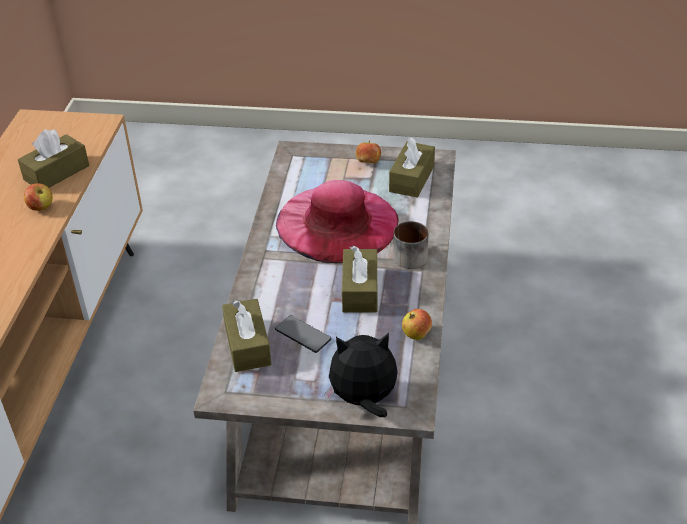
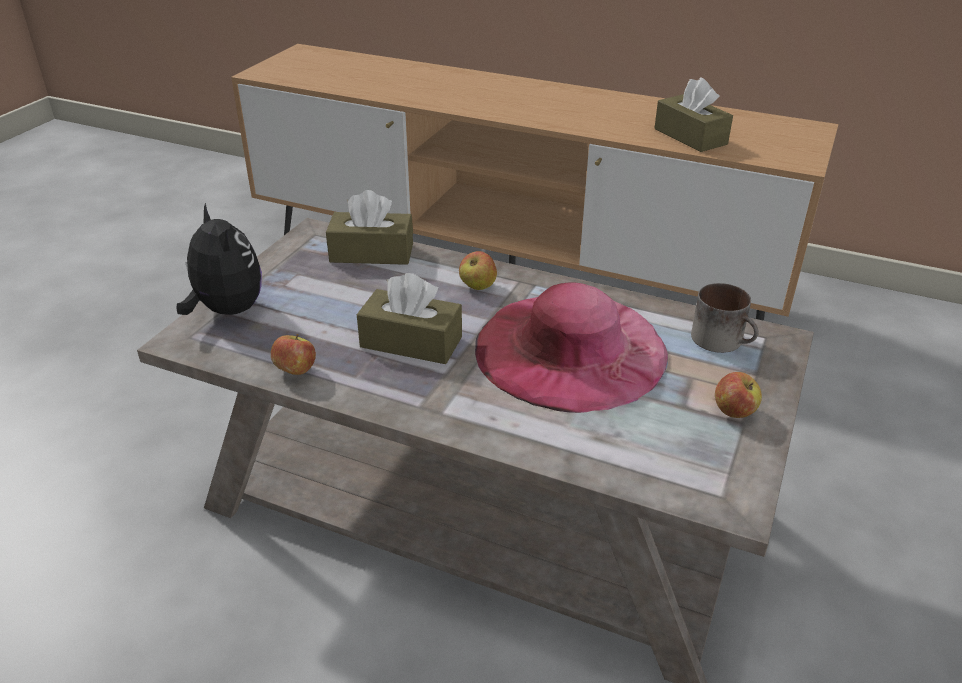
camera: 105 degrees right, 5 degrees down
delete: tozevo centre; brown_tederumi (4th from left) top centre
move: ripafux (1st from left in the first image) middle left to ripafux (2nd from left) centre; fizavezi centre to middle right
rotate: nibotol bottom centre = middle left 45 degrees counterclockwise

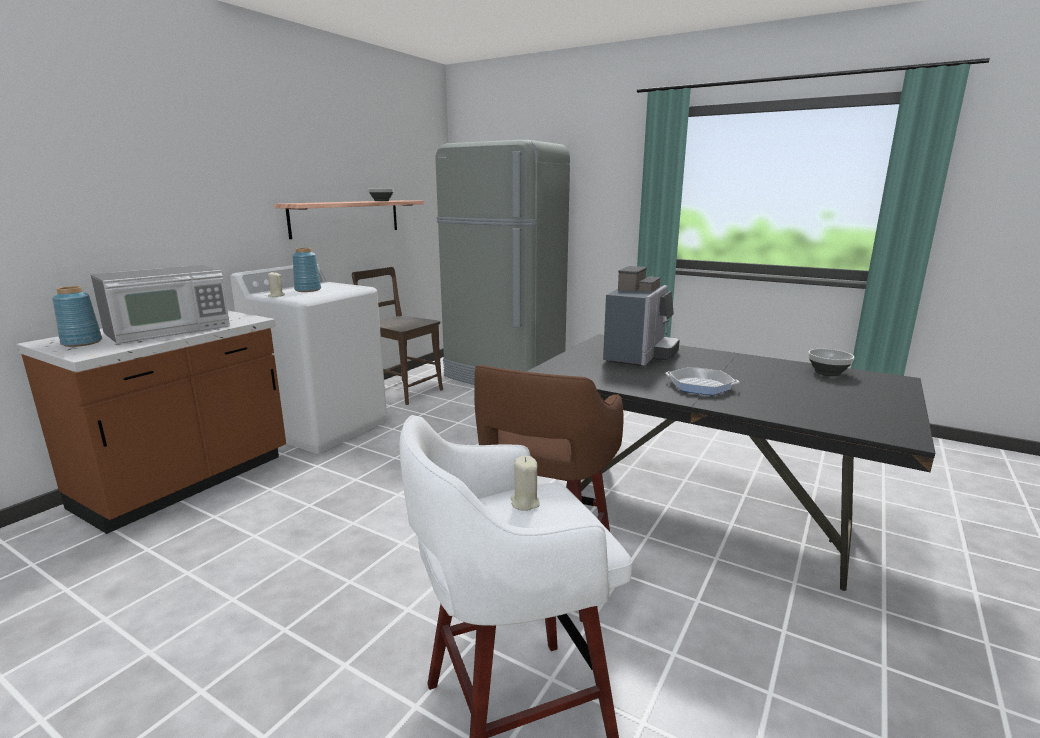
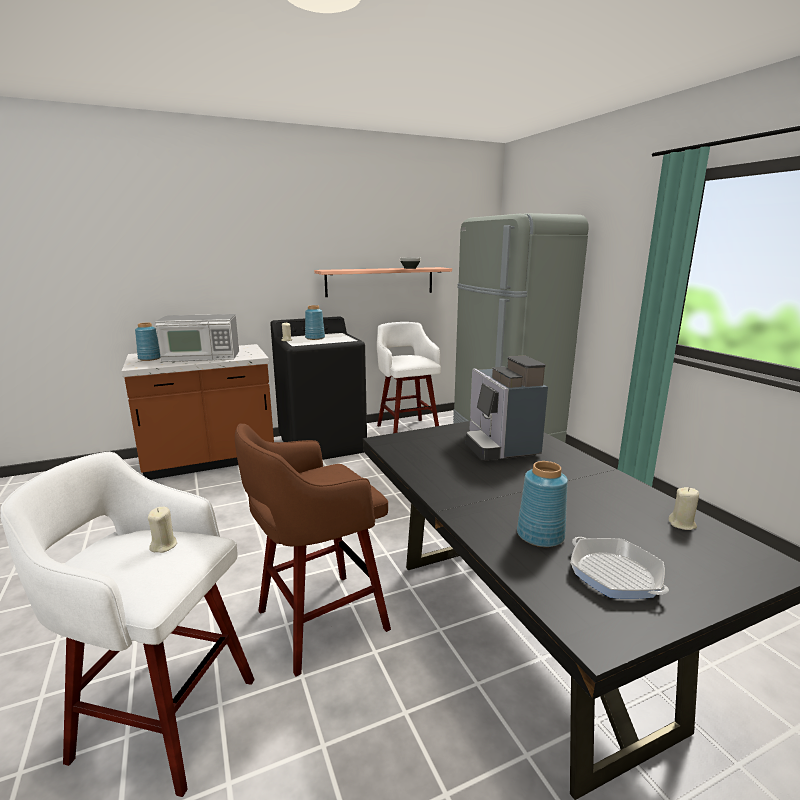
camera: 35 degrees right, 0 degrees up
insert: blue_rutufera (3rd from left) middle right
move: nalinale middle right to bottom right
replace: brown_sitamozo centre to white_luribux (2nd from left) centre; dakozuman (2nd from left) middle right to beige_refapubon (3rd from left) middle right
recolor: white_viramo middle left to black_viramo centre
rotate: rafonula centre = centre 105 degrees clockwise

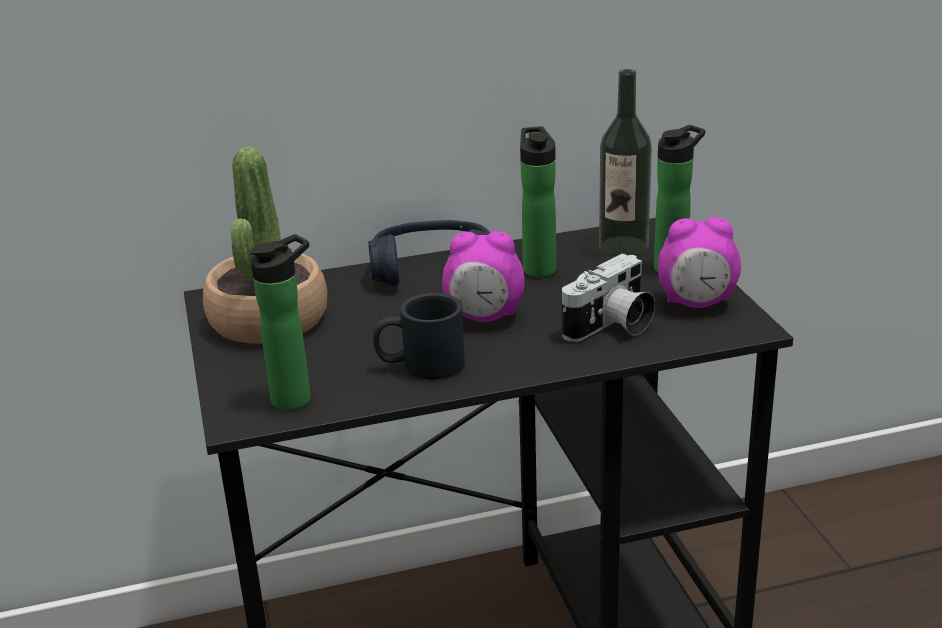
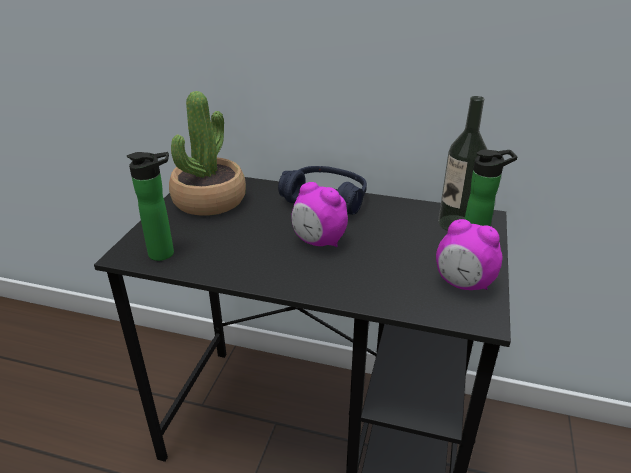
camera: 30 degrees right, 5 degrees up
delete: black_fizavezi centre; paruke (2nd from left) top centre; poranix centre

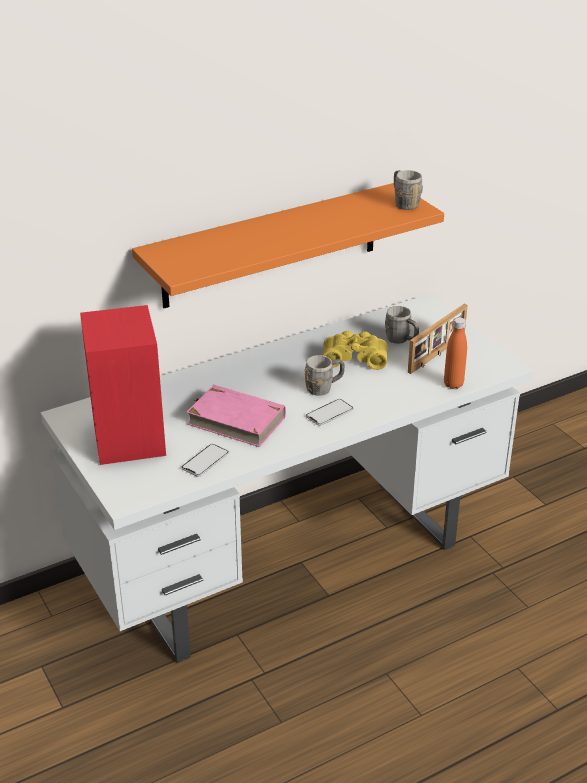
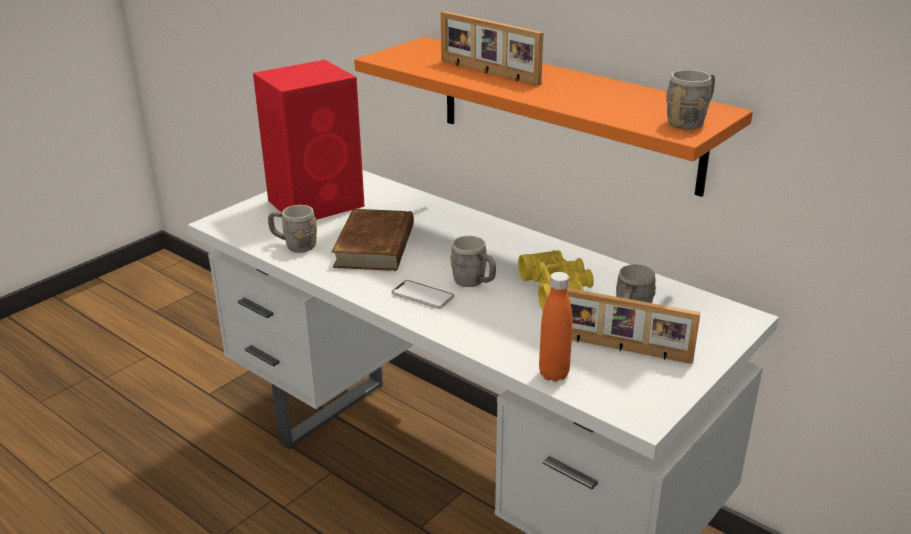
camera: 70 degrees right, 5 degrees down
insert: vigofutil (1st from left) top centre
replace: tozevo (1st from left) centre to grey_fizavezi (1st from left) middle left
recolor: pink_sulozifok centre to brown_sulozifok centre

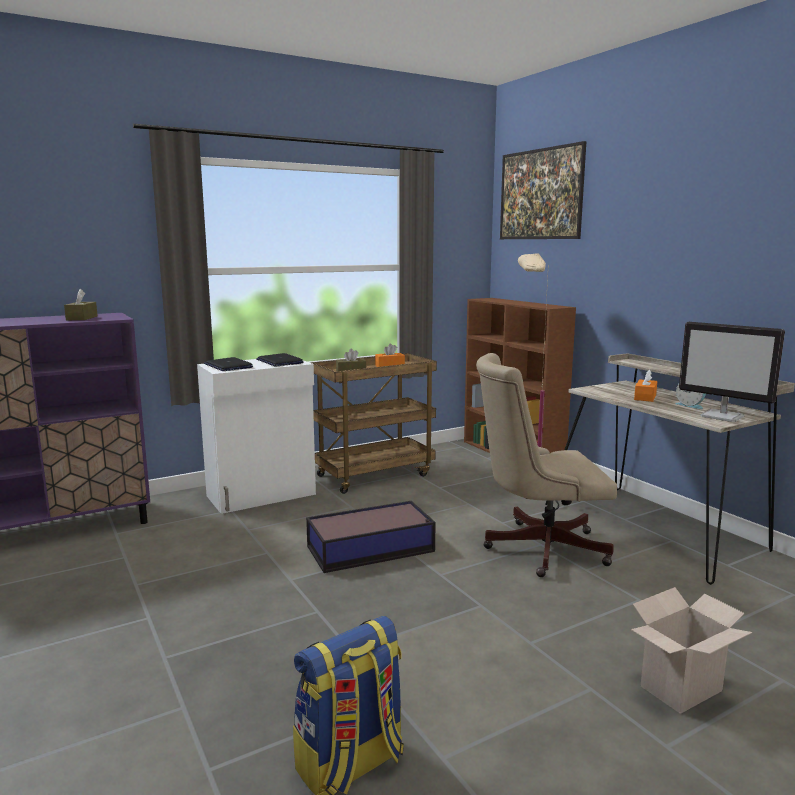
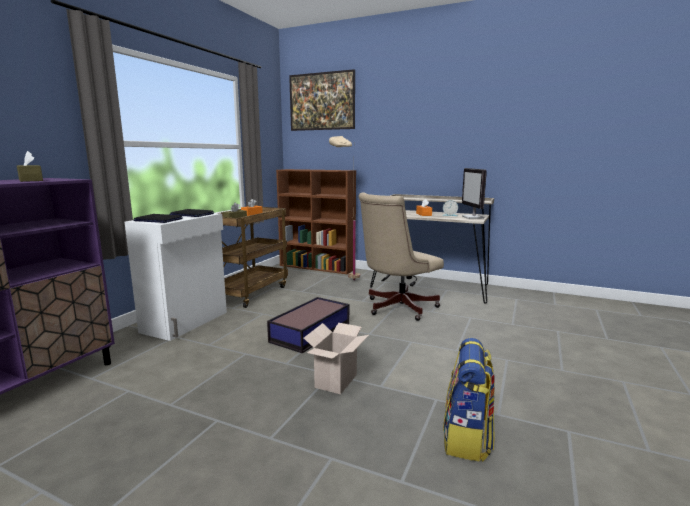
camera: 35 degrees left, 0 degrees up
move: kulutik bottom right to bottom centre
rotate: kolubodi middle right = middle right 75 degrees clockwise

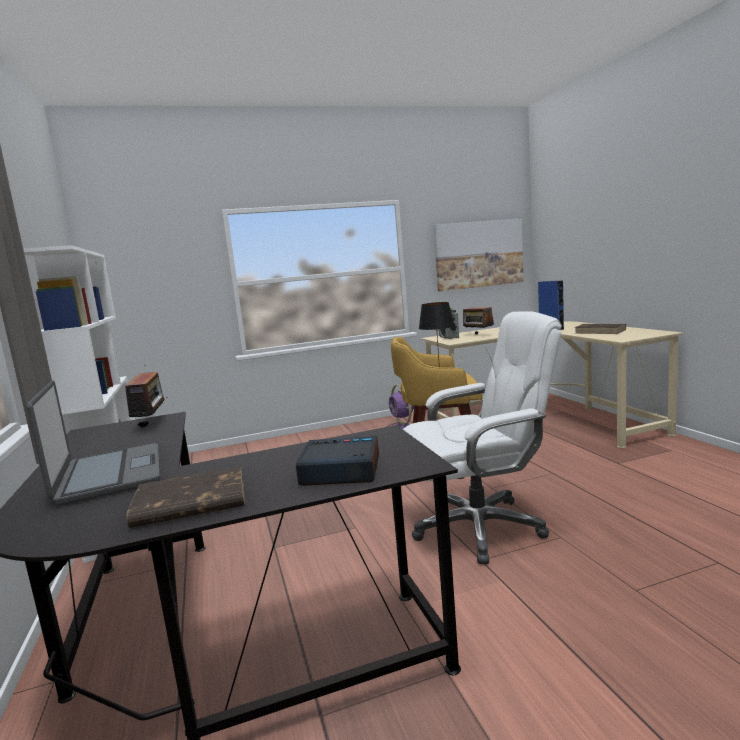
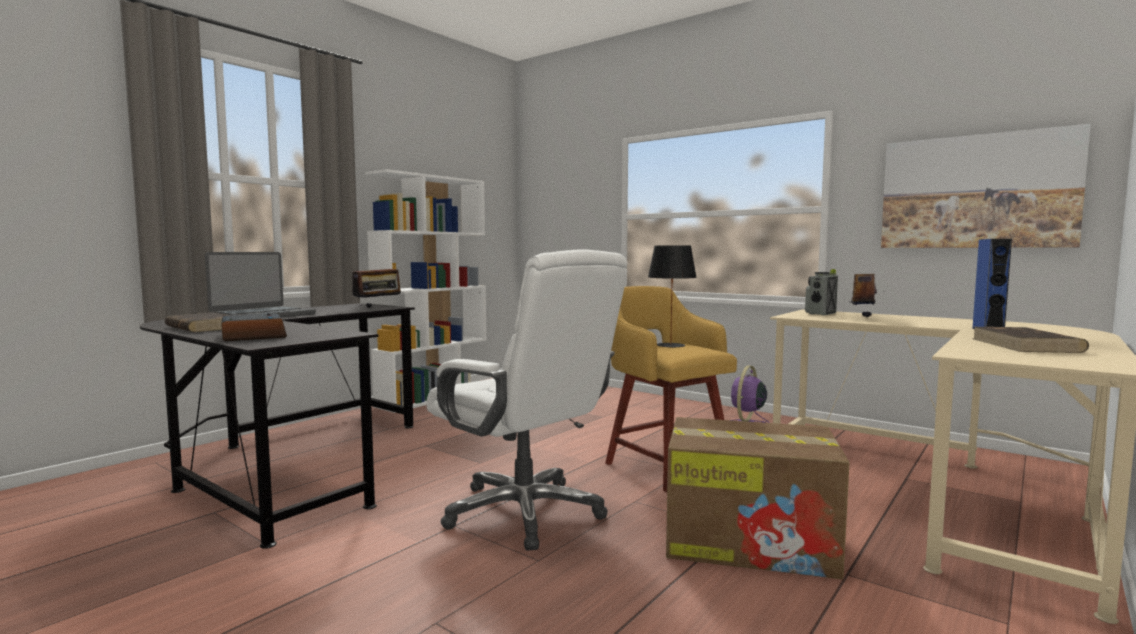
camera: 55 degrees right, 5 degrees down
insert: kulutik bottom centre

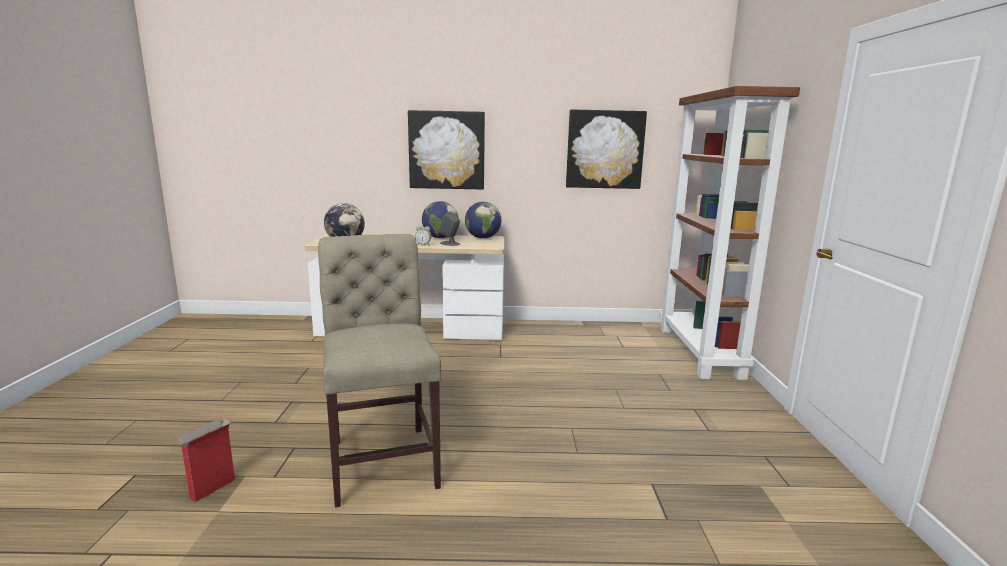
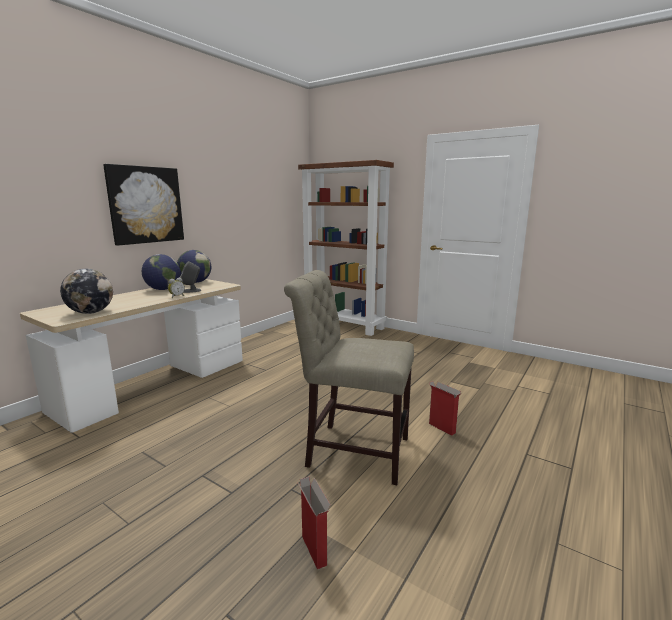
camera: 55 degrees left, 0 degrees up
delete: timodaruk (2nd from left) top centre
insert: kulutik (2nd from left) centre

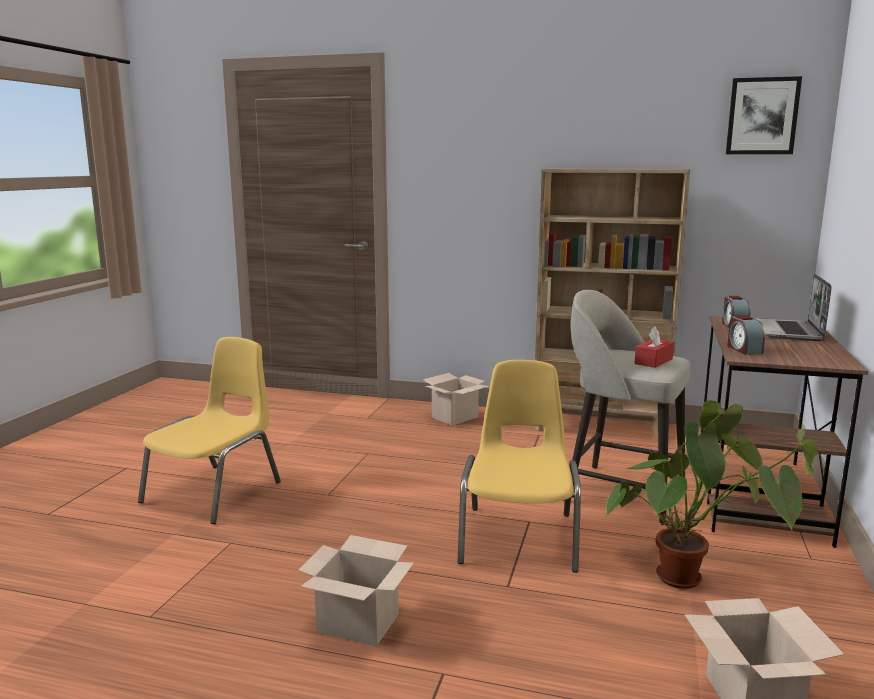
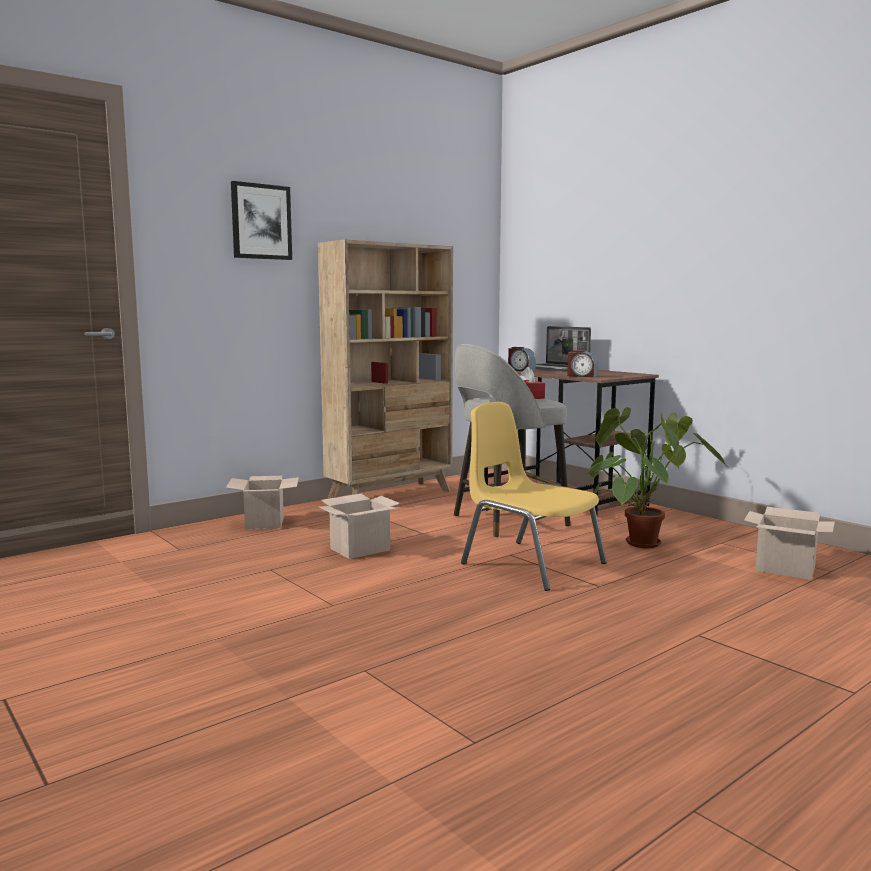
camera: 55 degrees left, 5 degrees down
delete: yellow_sitamozo (1st from left) middle left
move: timodaruk top right to top left; kulutik (1st from left in the first image) bottom centre to kulutik (2nd from left) centre

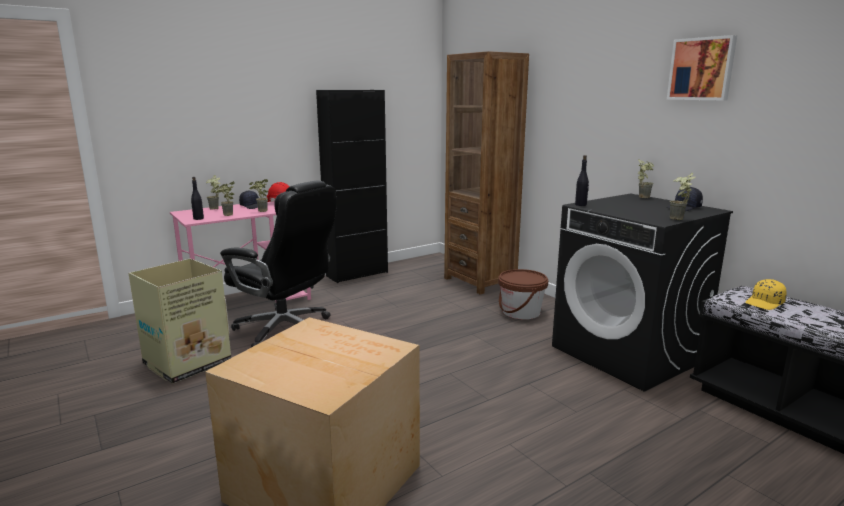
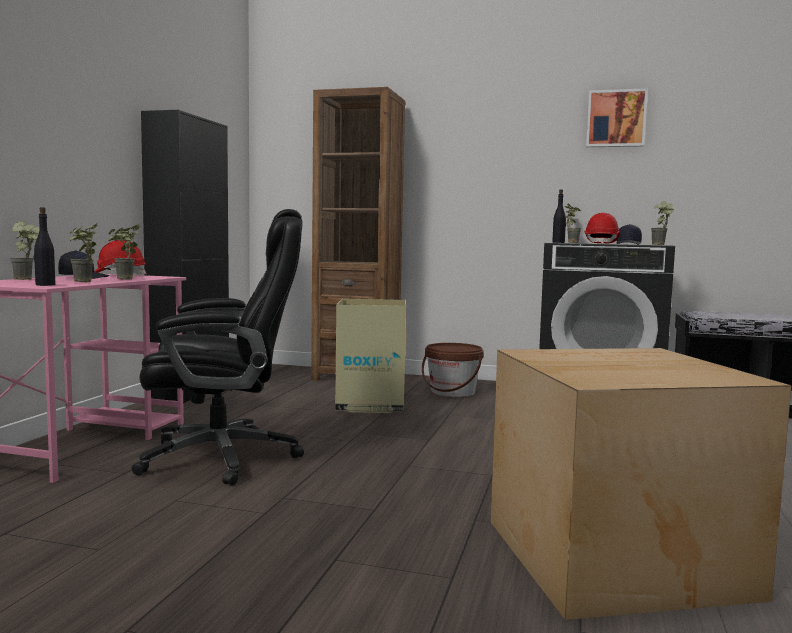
camera: 40 degrees left, 10 degrees down
delete: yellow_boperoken middle right
insert: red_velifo (2nd from left) middle right
move: kulutik (1st from left) middle left to centre

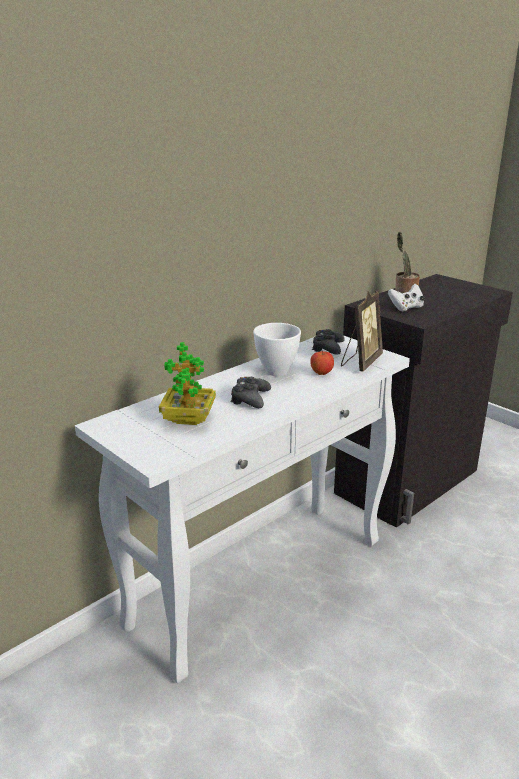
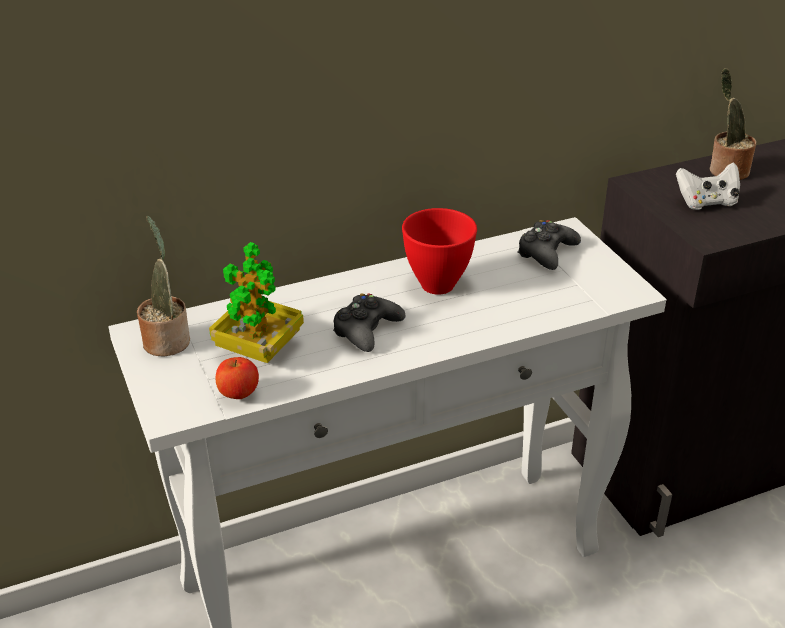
camera: 20 degrees right, 10 degrees up
delete: vigofutil middle right
insert: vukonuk (1st from left) middle left
move: ripafux centre to middle left
recolor: white_dakozuman centre to red_dakozuman centre

